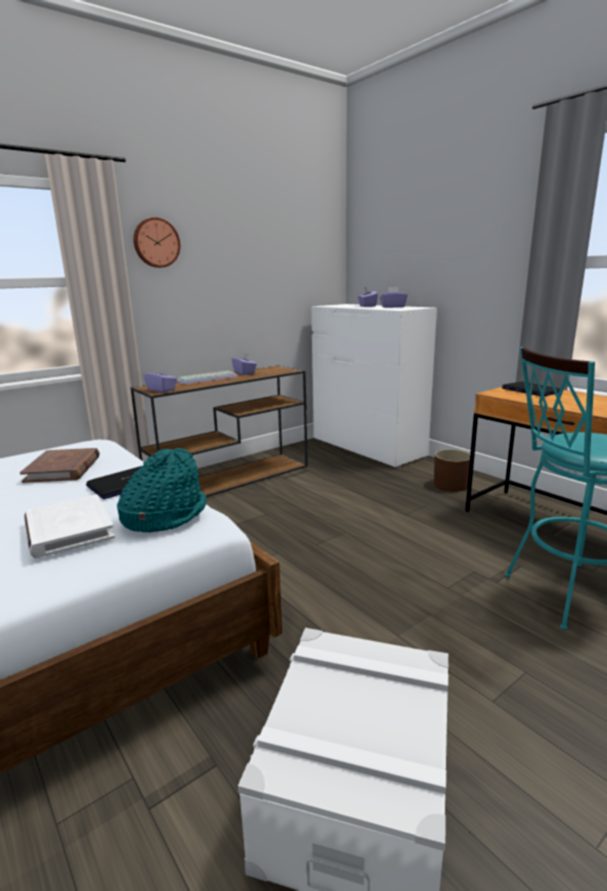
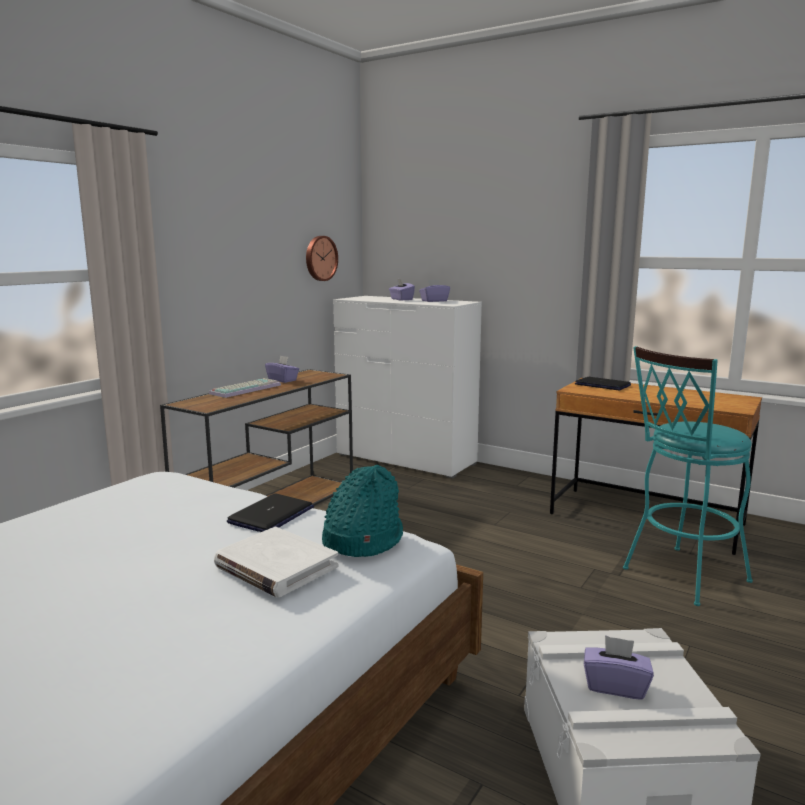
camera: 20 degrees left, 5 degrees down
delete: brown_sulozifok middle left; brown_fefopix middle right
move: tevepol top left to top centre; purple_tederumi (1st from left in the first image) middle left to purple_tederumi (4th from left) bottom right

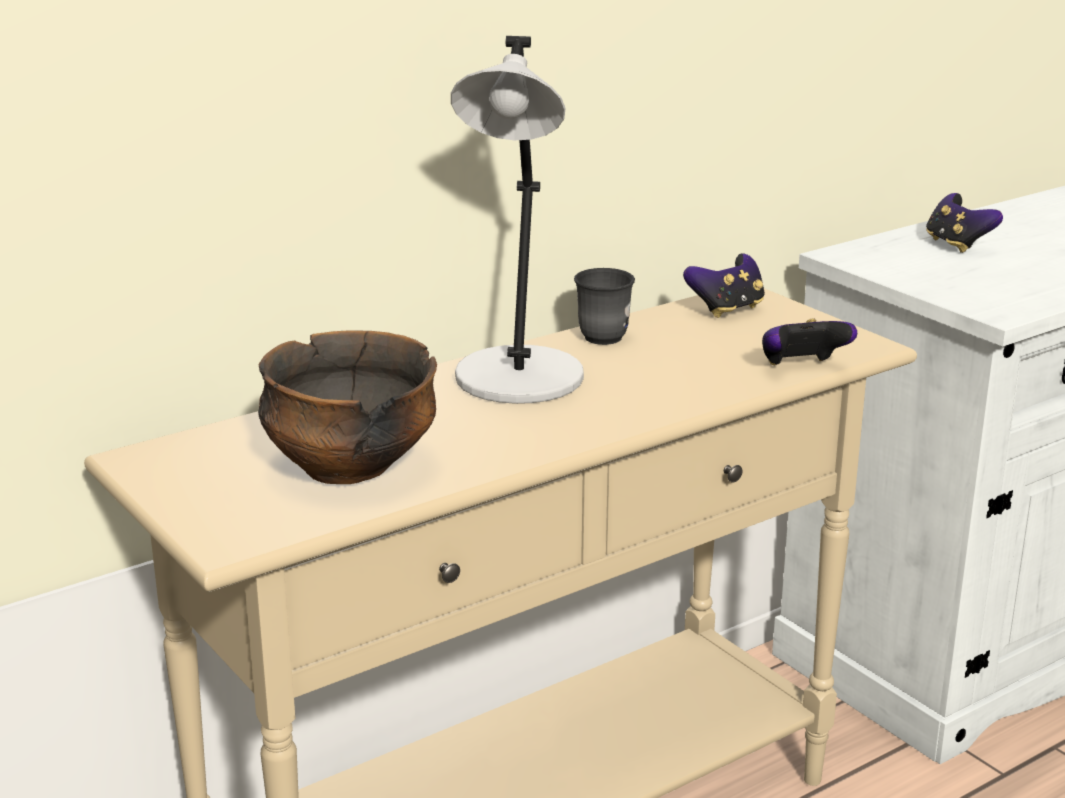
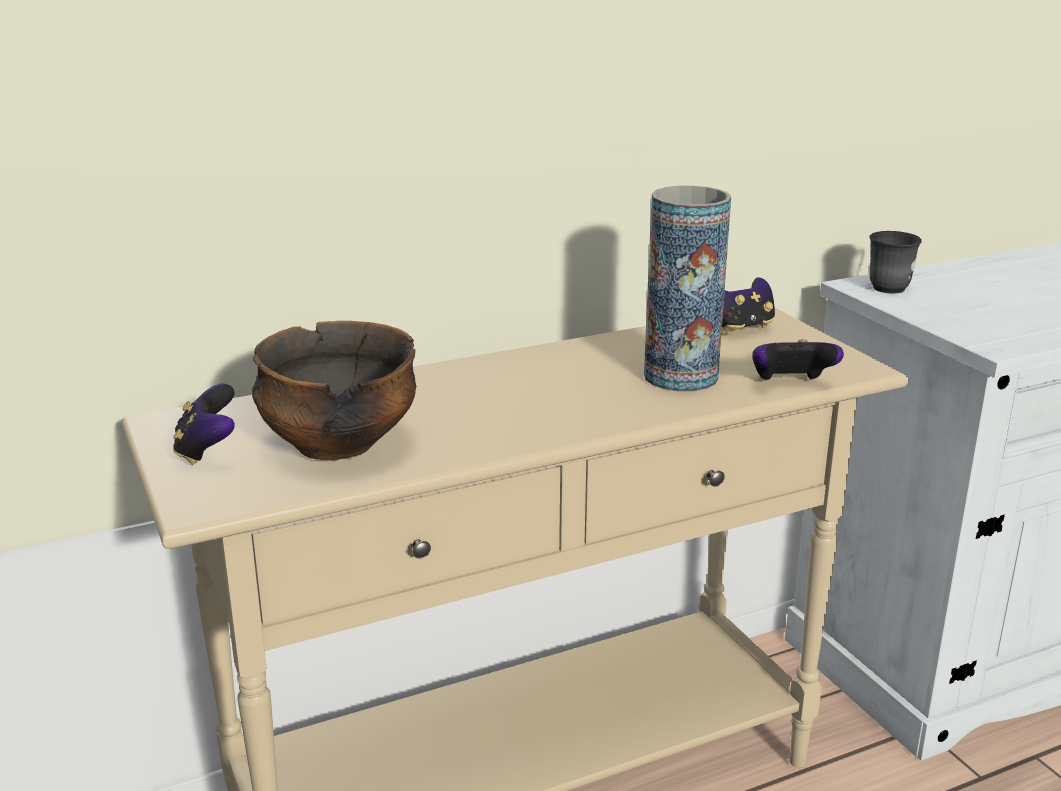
camera: 10 degrees right, 0 degrees up
delete: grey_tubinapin top centre
insert: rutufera centre
move: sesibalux (3rd from left in the first image) top right to sesibalux (1st from left) middle left; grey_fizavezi centre to top right

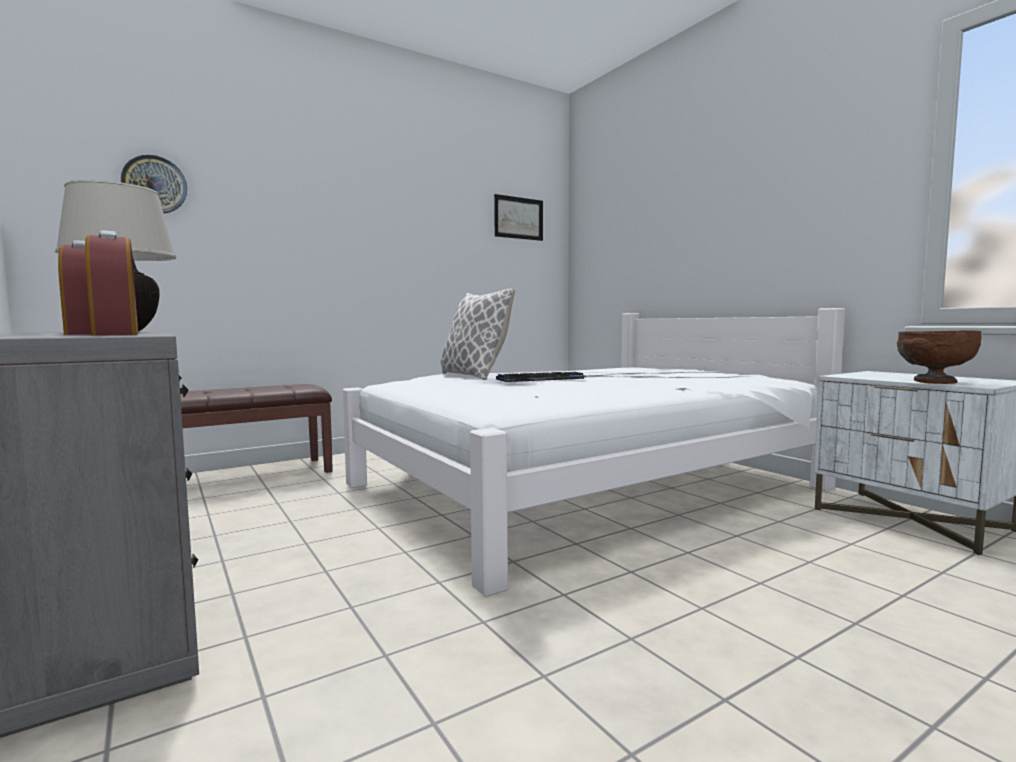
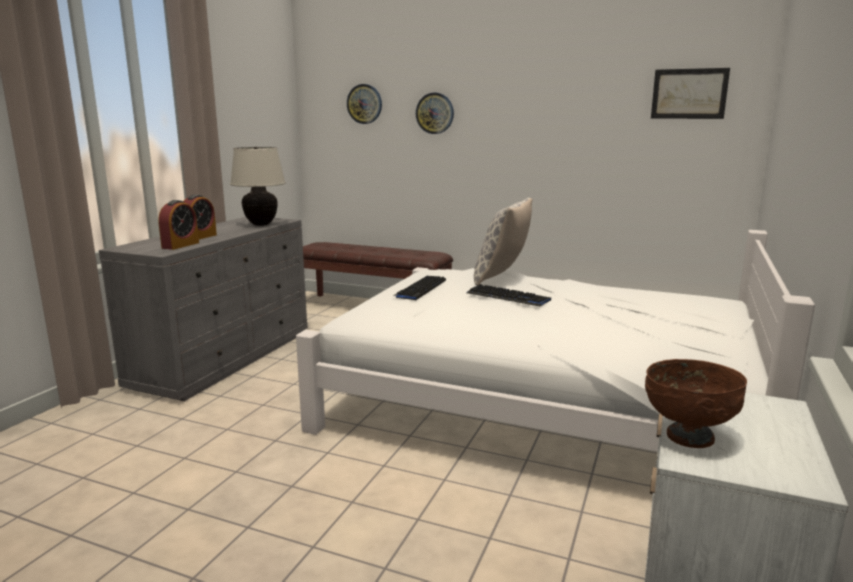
camera: 55 degrees right, 10 degrees up
insert: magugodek (1st from left) centre; tevepol (2nd from left) top centre

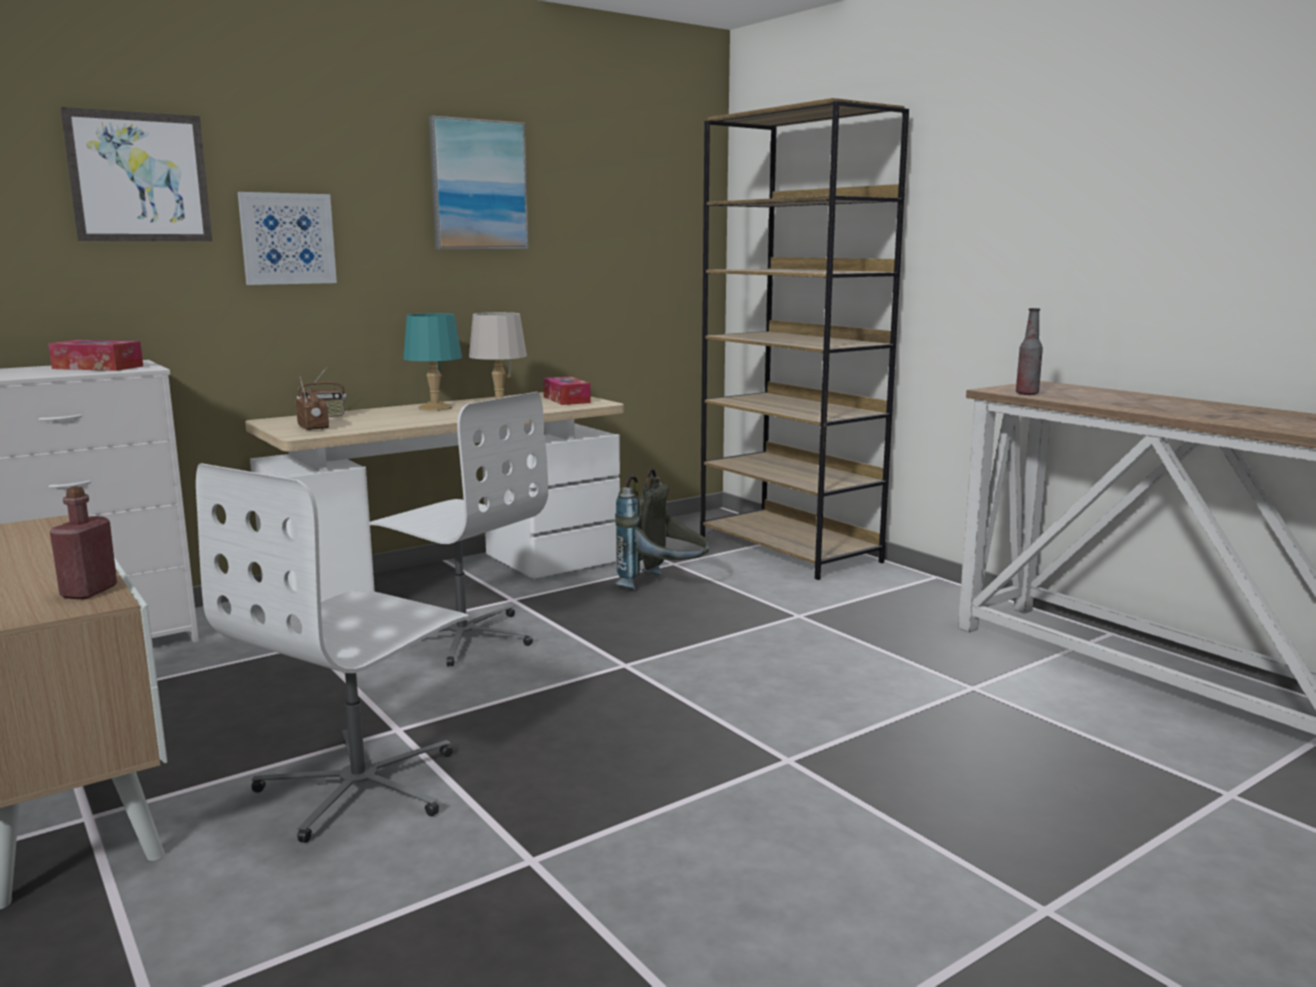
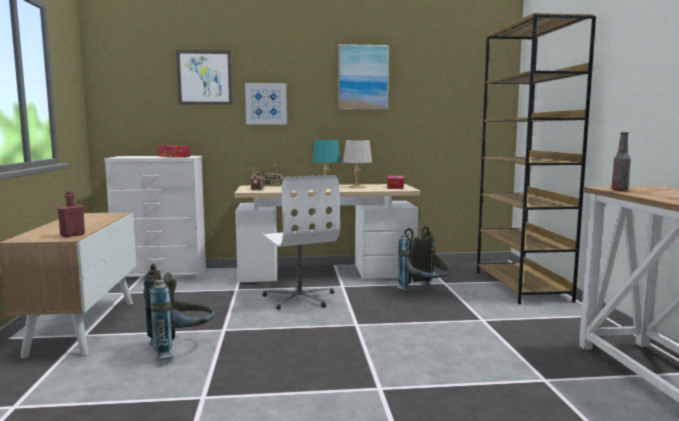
camera: 30 degrees right, 5 degrees down
replace: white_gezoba (1st from left) middle left to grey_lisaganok (1st from left) bottom left

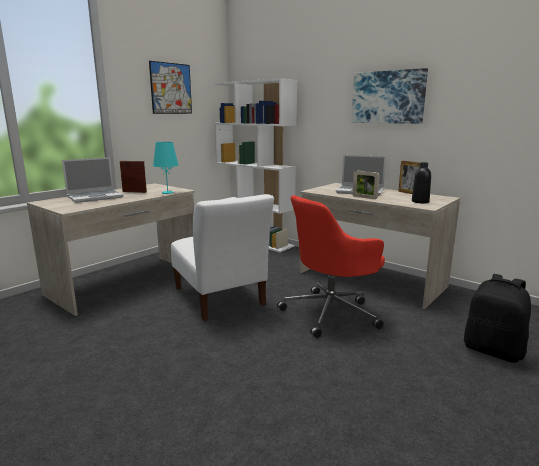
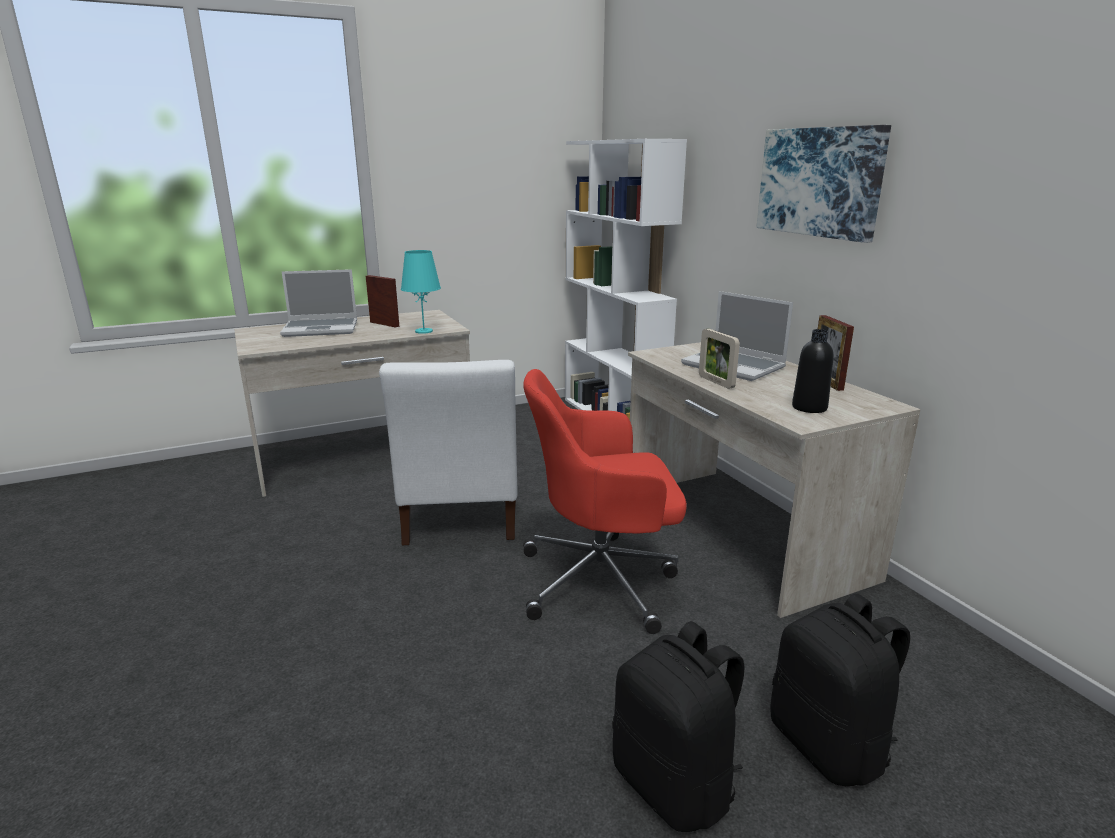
camera: 25 degrees right, 5 degrees up
delete: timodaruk (1st from left) top left
insert: black_lisaganok (1st from left) bottom centre

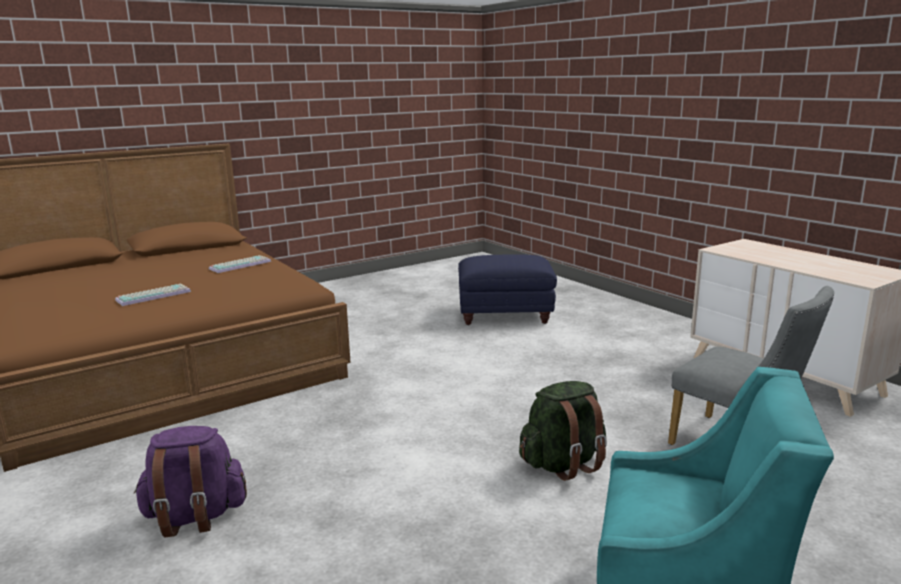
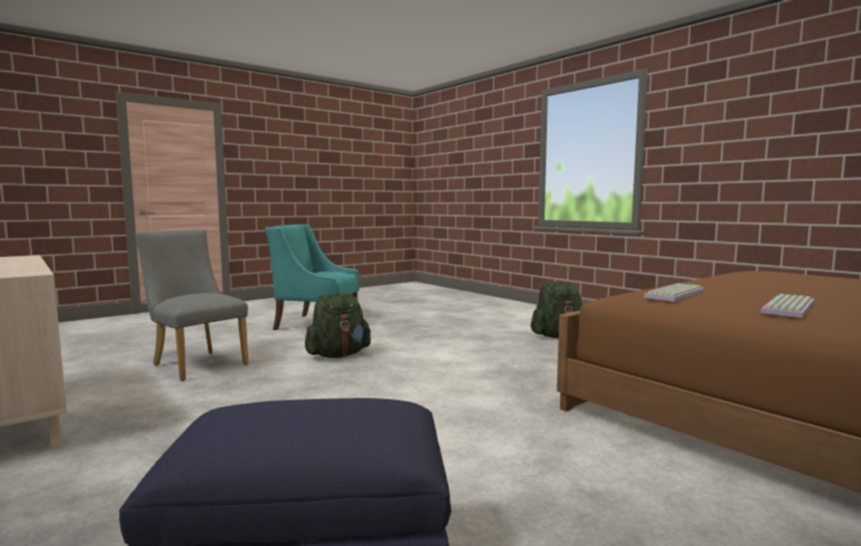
camera: 175 degrees right, 10 degrees down
move: magugodek (1st from left) middle left to middle right
recolor: purple_lisaganok bottom left to green_lisaganok (2nd from left) centre

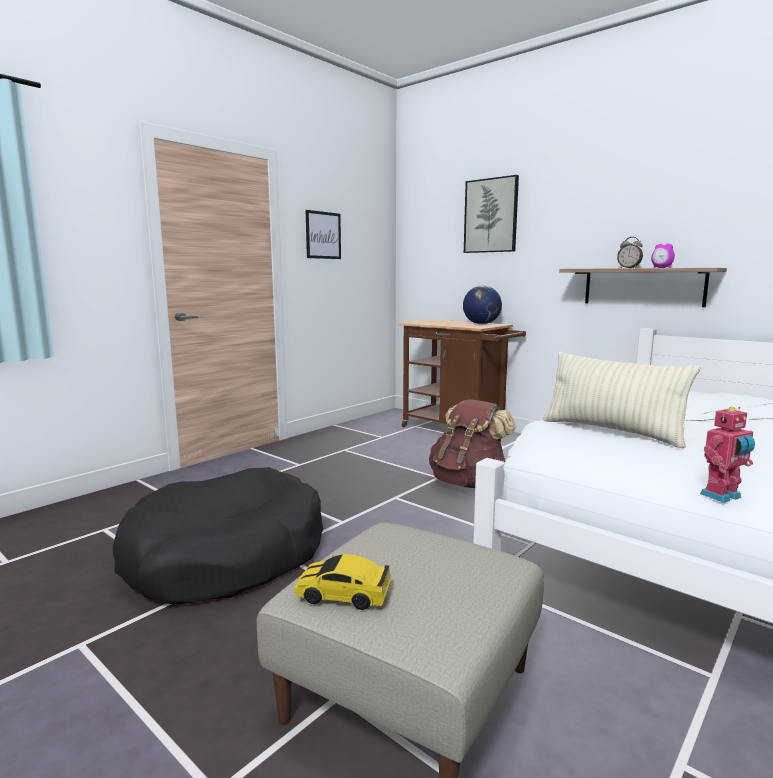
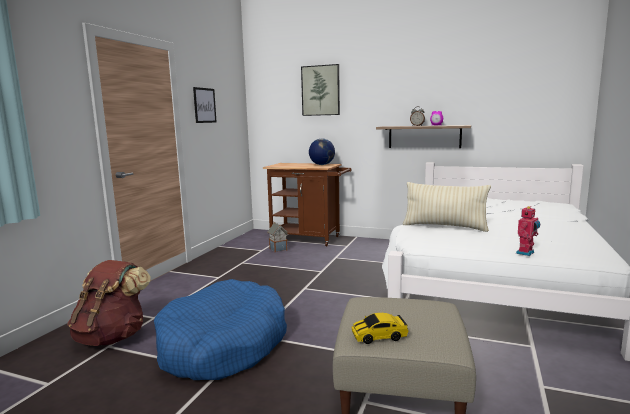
camera: 20 degrees left, 0 degrees up
insert: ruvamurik centre
move: brown_lisaganok centre to bottom left
recolor: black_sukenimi bottom left to blue_sukenimi bottom centre

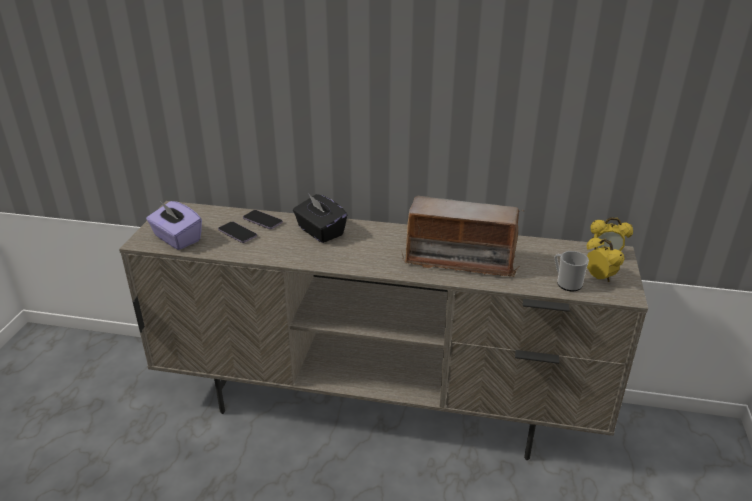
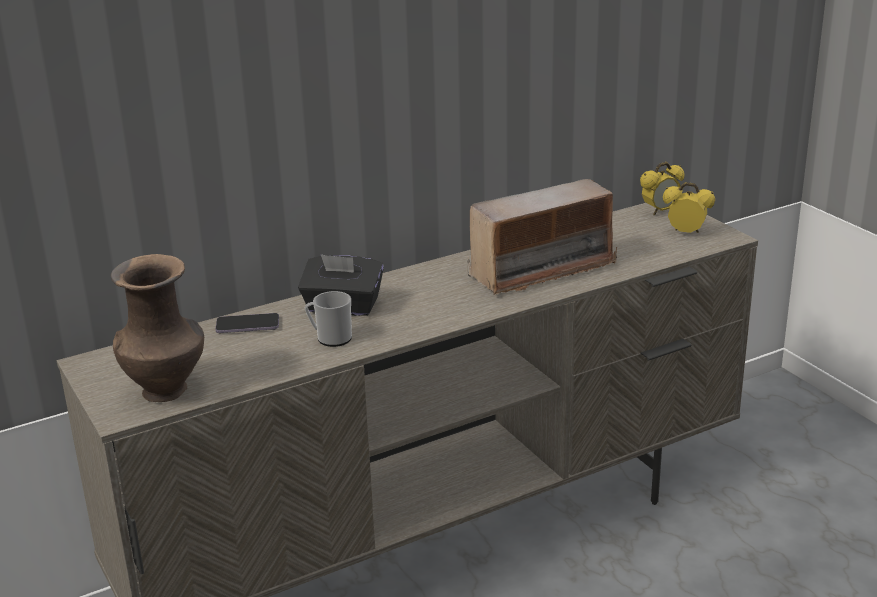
camera: 40 degrees left, 5 degrees down
delete: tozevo (1st from left) middle left
move: fizavezi middle right to centre
replace: purple_tederumi middle left to brown_rutufera middle left

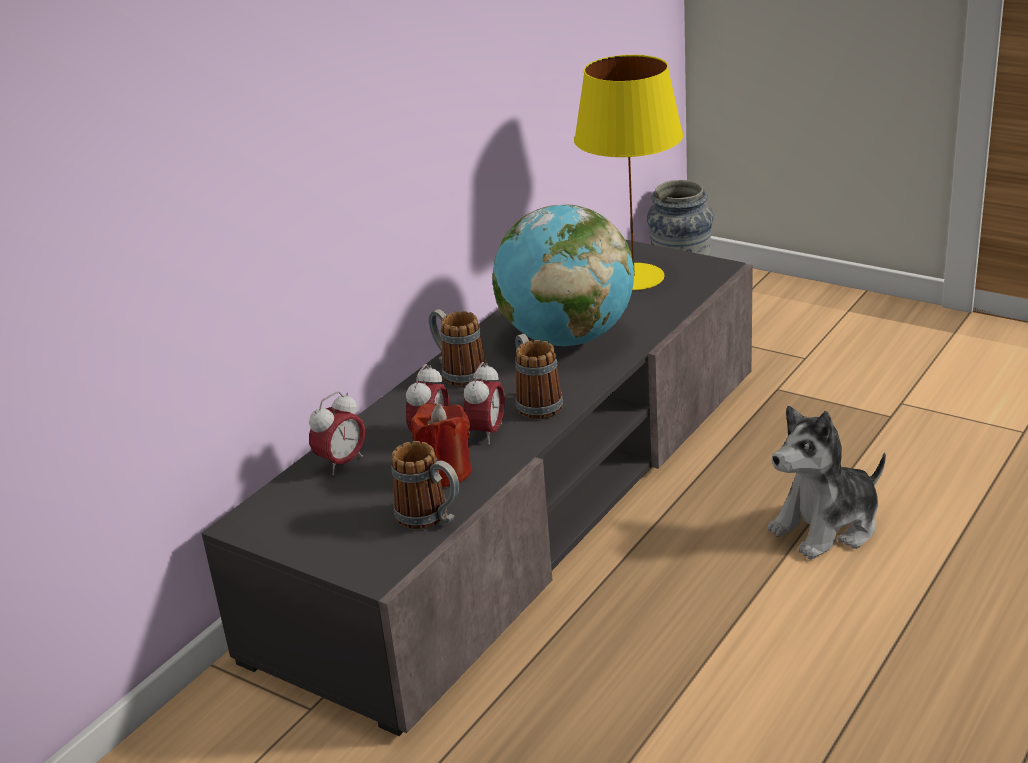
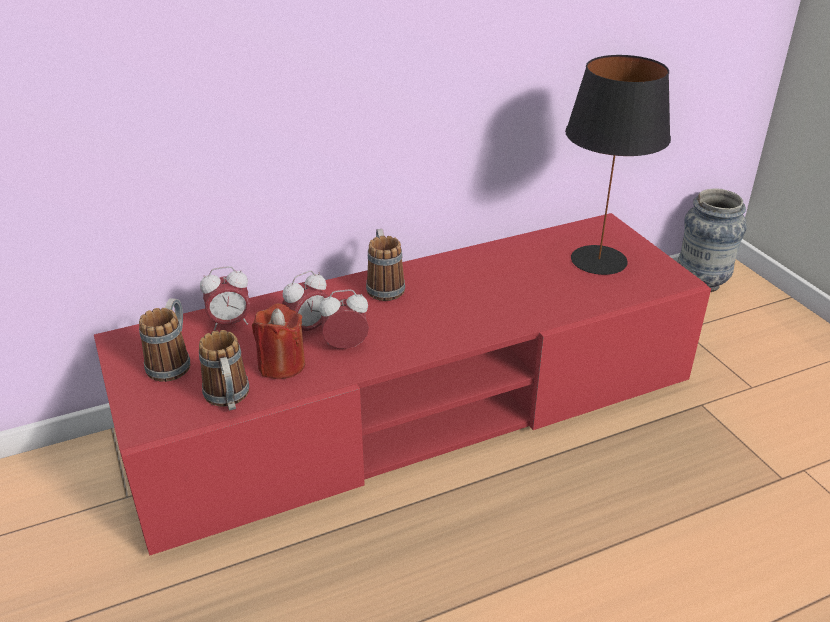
camera: 30 degrees right, 5 degrees up
delete: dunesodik centre; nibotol middle right
move: fizavezi (3rd from left in the first image) centre to fizavezi (1st from left) middle left
recolor: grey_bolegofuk centre to red_bolegofuk centre; yellow_tubinapin top centre to black_tubinapin top right
rotate: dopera (3rd from left) centre = centre 150 degrees counterclockwise

